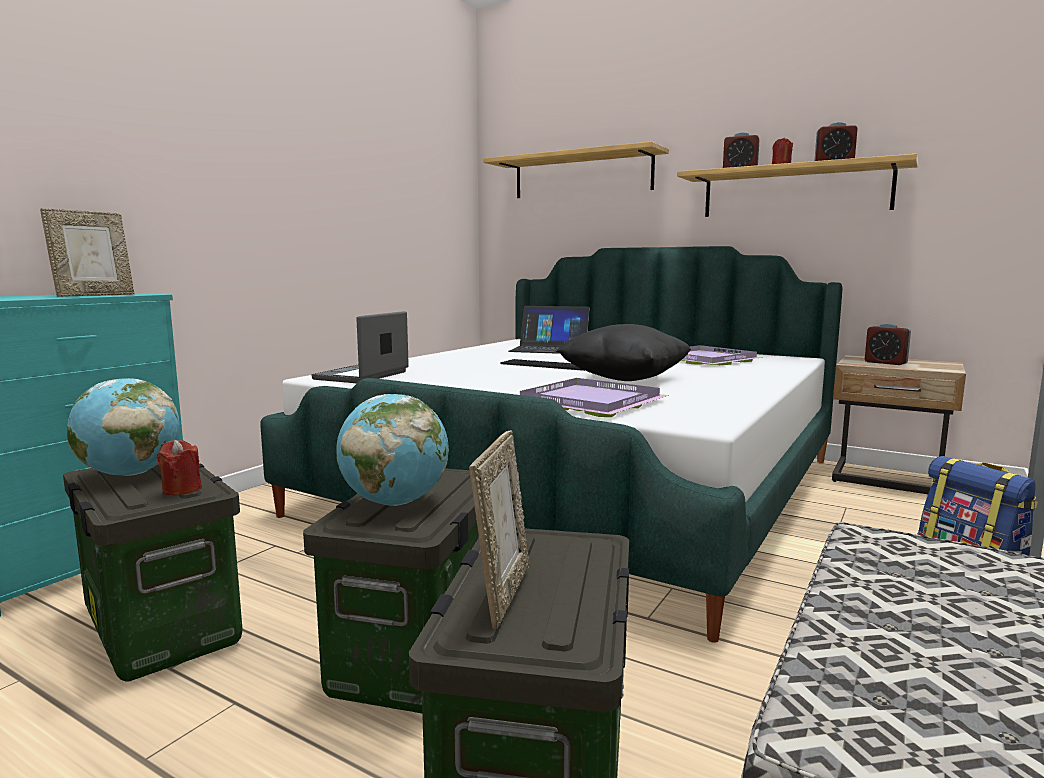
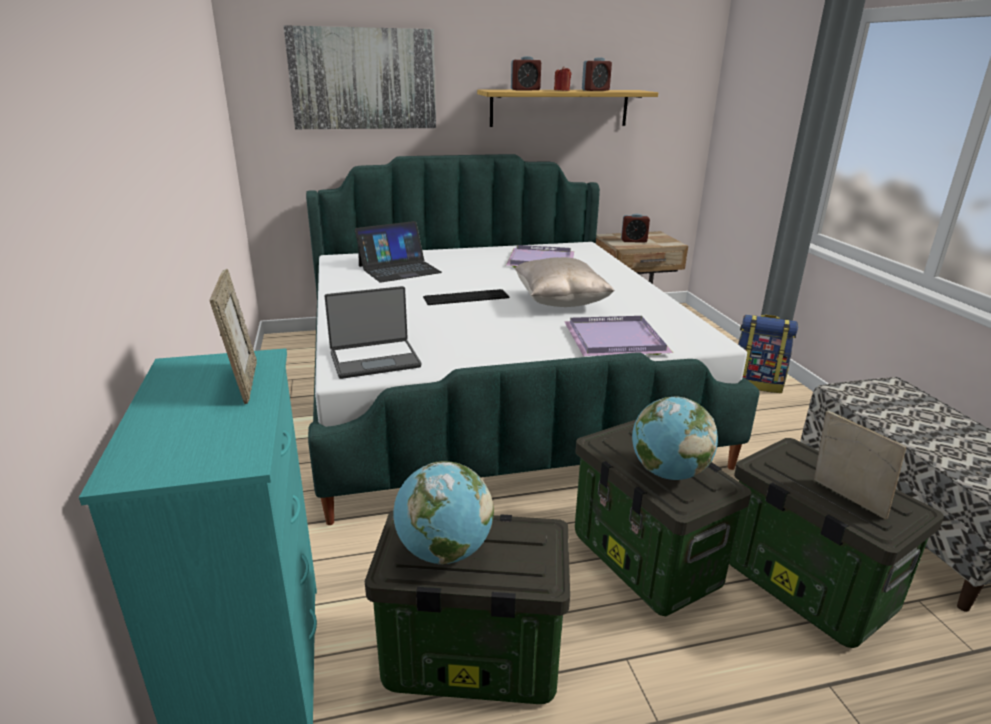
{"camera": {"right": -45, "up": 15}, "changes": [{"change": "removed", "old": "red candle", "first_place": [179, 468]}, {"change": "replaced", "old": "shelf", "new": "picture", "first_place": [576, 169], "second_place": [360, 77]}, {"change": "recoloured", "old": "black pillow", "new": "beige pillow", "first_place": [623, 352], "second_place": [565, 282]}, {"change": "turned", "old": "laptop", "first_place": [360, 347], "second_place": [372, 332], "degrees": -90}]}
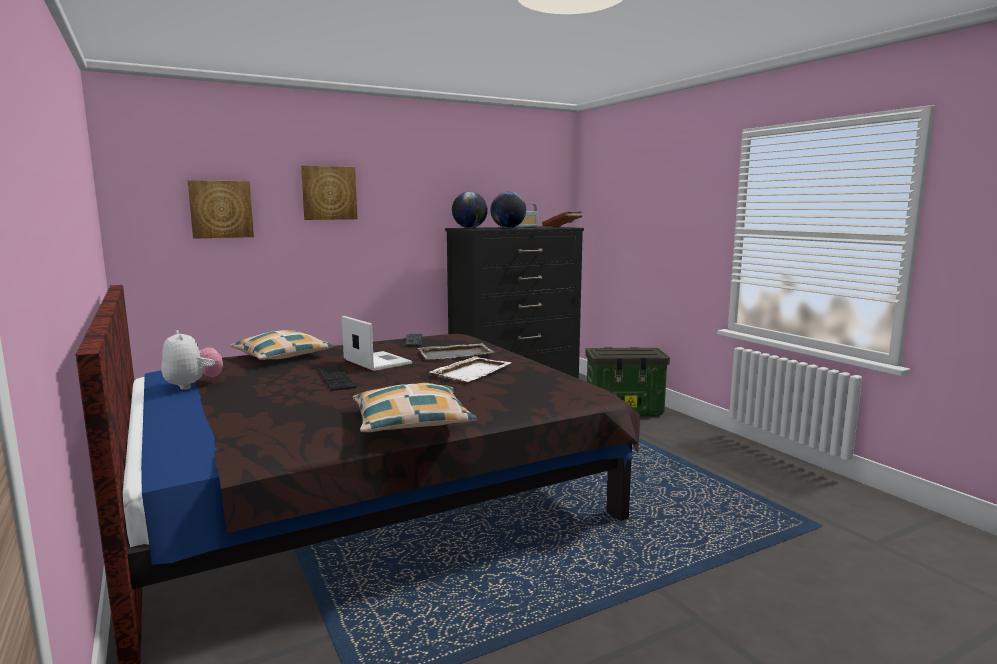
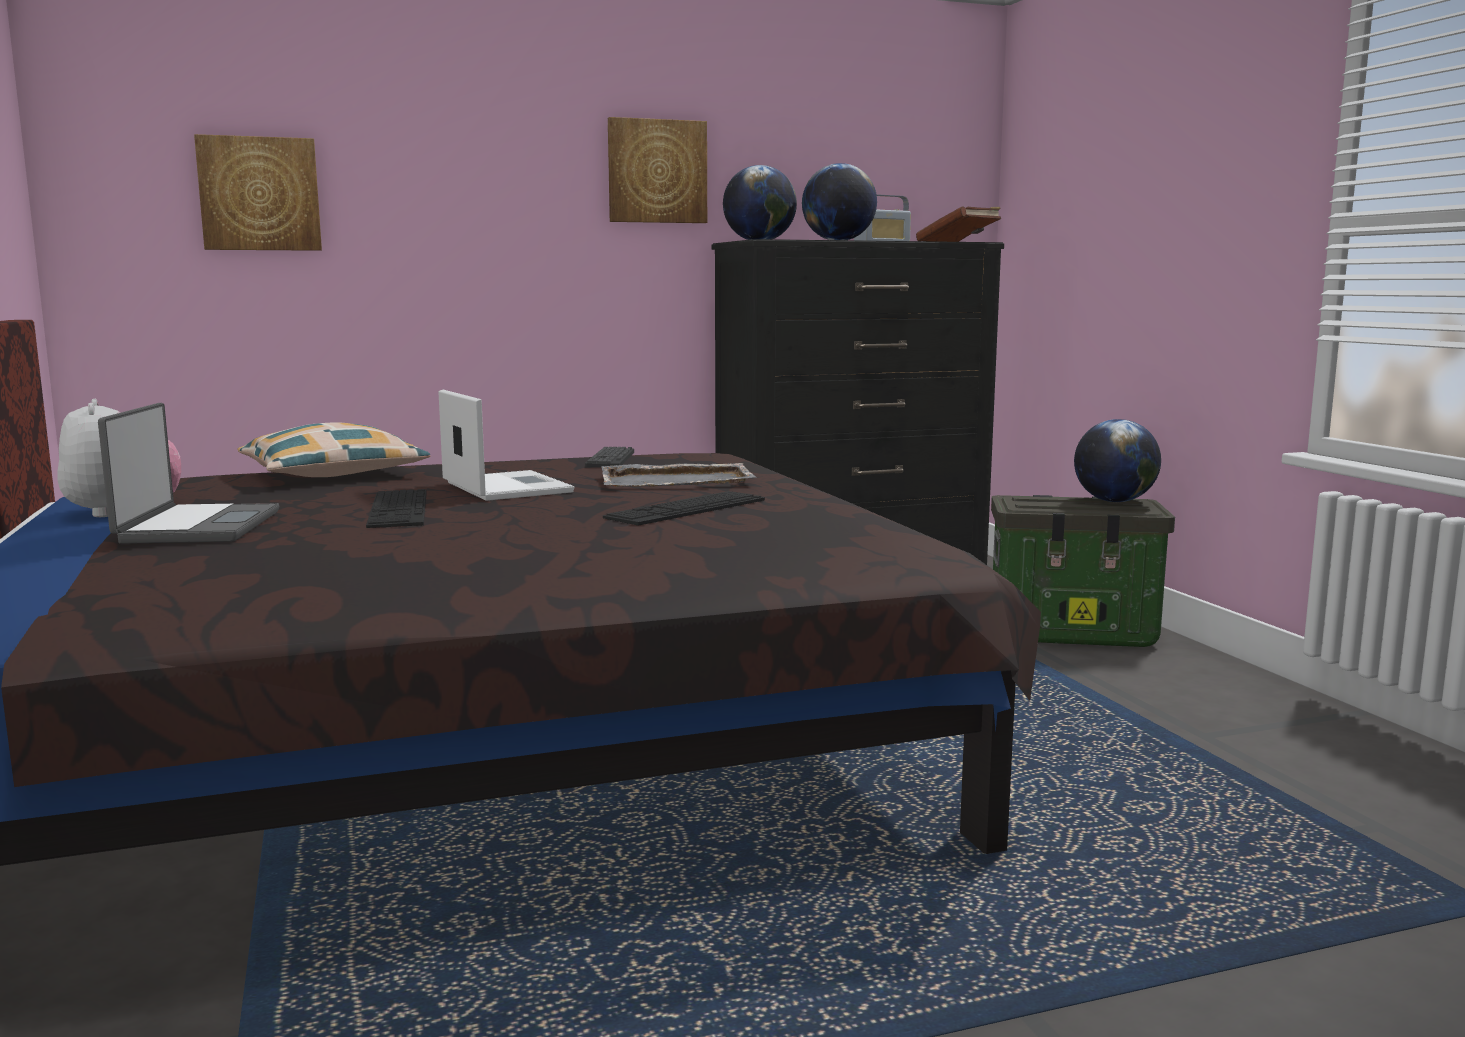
{"camera": {"right": 10, "up": 0}, "changes": [{"change": "removed", "old": "pillow", "first_place": [415, 407]}, {"change": "added", "new": "laptop", "second_place": [188, 473]}, {"change": "added", "new": "globe", "second_place": [1117, 460]}, {"change": "moved", "old": "picture", "first_place": [329, 192], "second_place": [657, 170]}, {"change": "replaced", "old": "white tray", "new": "keyboard", "first_place": [470, 369], "second_place": [684, 508]}]}
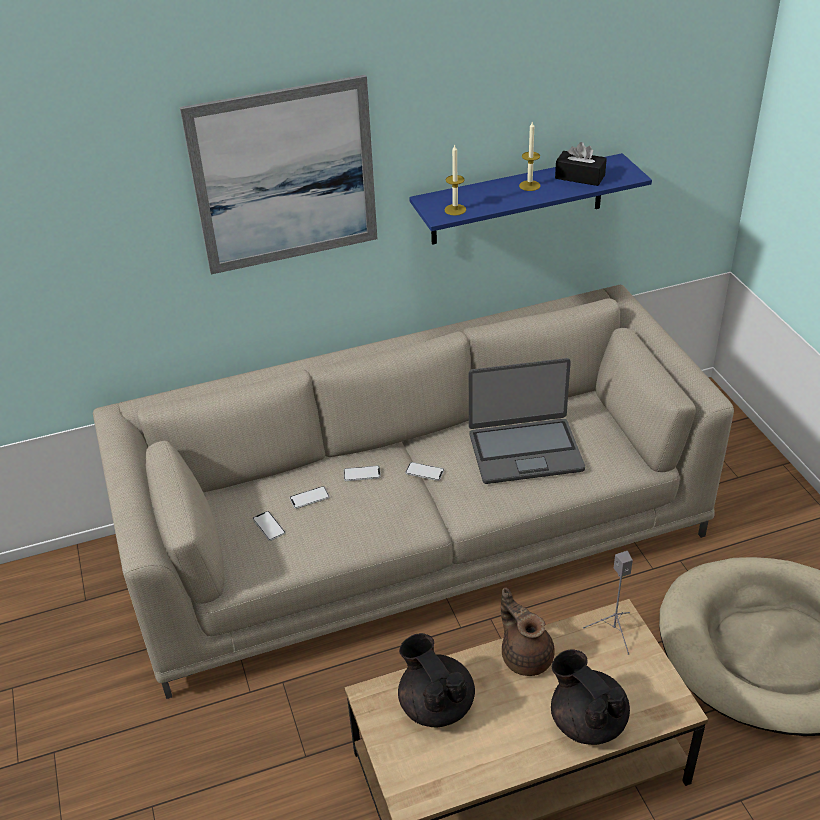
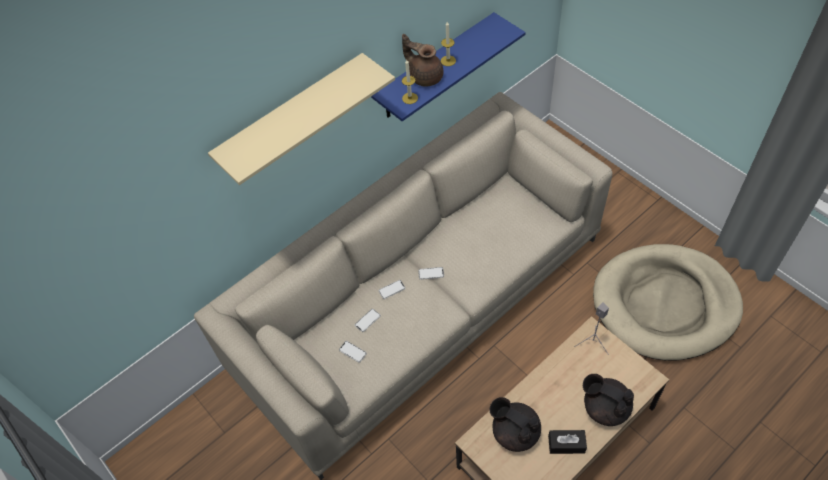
{"camera": {"right": -20, "up": 15}, "changes": [{"change": "removed", "old": "laptop", "first_place": [527, 421]}, {"change": "moved", "old": "brown teapot", "first_place": [528, 632], "second_place": [422, 60]}, {"change": "moved", "old": "black tissue box", "first_place": [581, 164], "second_place": [567, 442]}, {"change": "replaced", "old": "picture", "new": "beige shelf", "first_place": [278, 175], "second_place": [301, 119]}]}
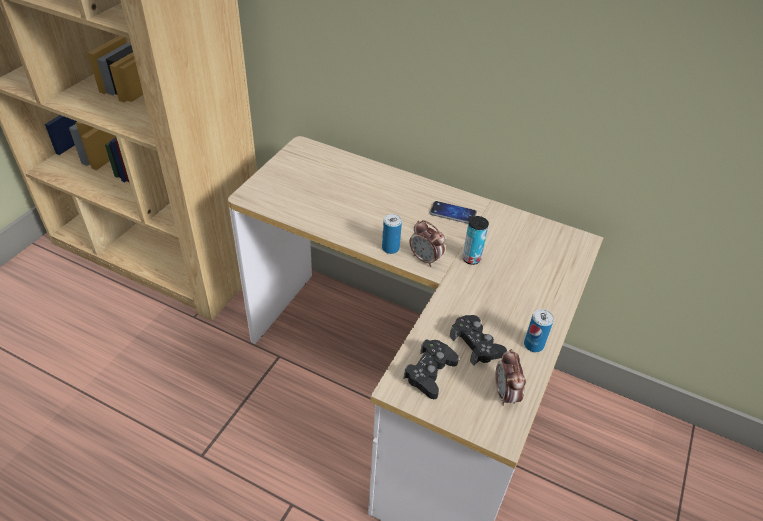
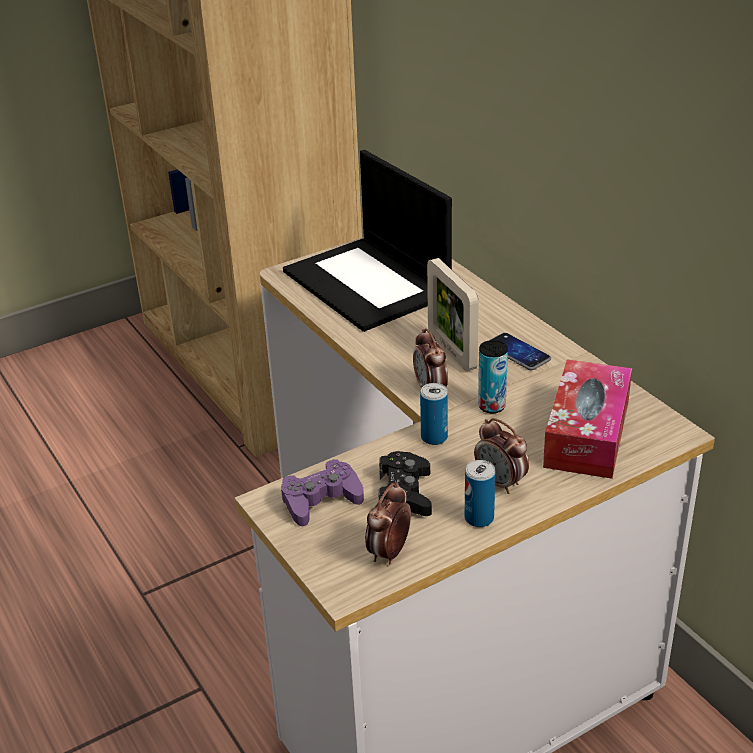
{"camera": {"right": 35, "up": -10}, "changes": [{"change": "added", "new": "laptop", "second_place": [367, 241]}, {"change": "added", "new": "picture frame", "second_place": [453, 314]}, {"change": "added", "new": "alarm clock", "second_place": [501, 456]}, {"change": "added", "new": "tissue box", "second_place": [587, 419]}, {"change": "moved", "old": "can", "first_place": [392, 234], "second_place": [434, 414]}, {"change": "recoloured", "old": "black game controller", "new": "purple game controller", "first_place": [431, 369], "second_place": [322, 492]}]}
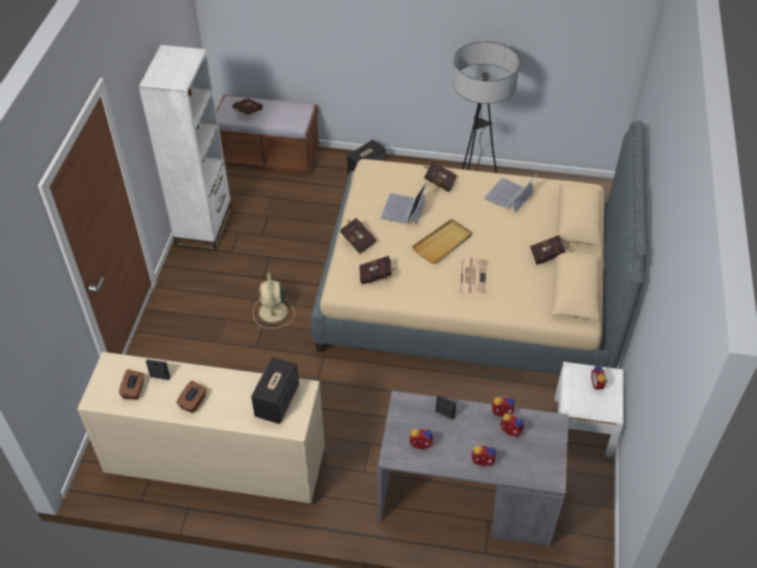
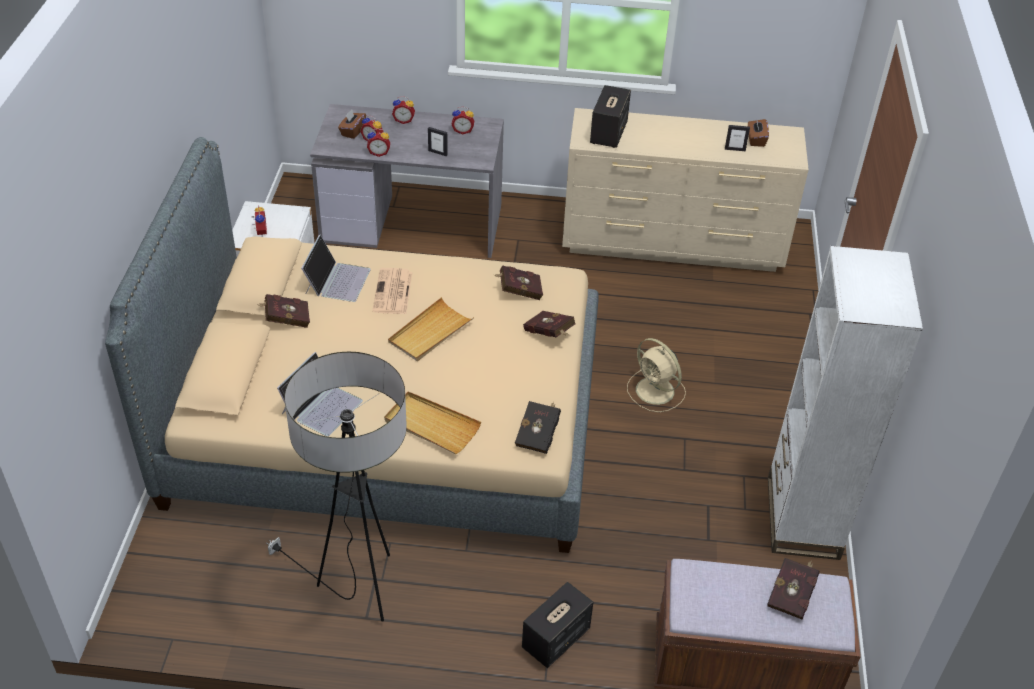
{"camera": {"right": 175, "up": -5}, "changes": [{"change": "added", "new": "black book", "second_place": [538, 427]}, {"change": "moved", "old": "brown tissue box", "first_place": [191, 397], "second_place": [352, 124]}, {"change": "moved", "old": "laptop", "first_place": [404, 204], "second_place": [336, 268]}, {"change": "replaced", "old": "red book", "new": "beige tray", "first_place": [440, 177], "second_place": [432, 422]}, {"change": "turned", "old": "beige fan", "first_place": [274, 300], "second_place": [656, 375], "degrees": 150}]}
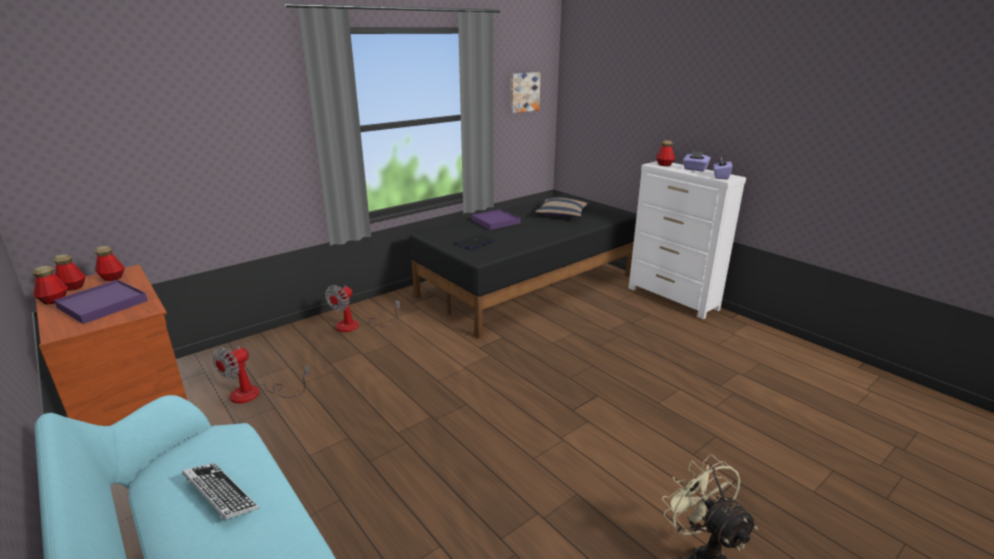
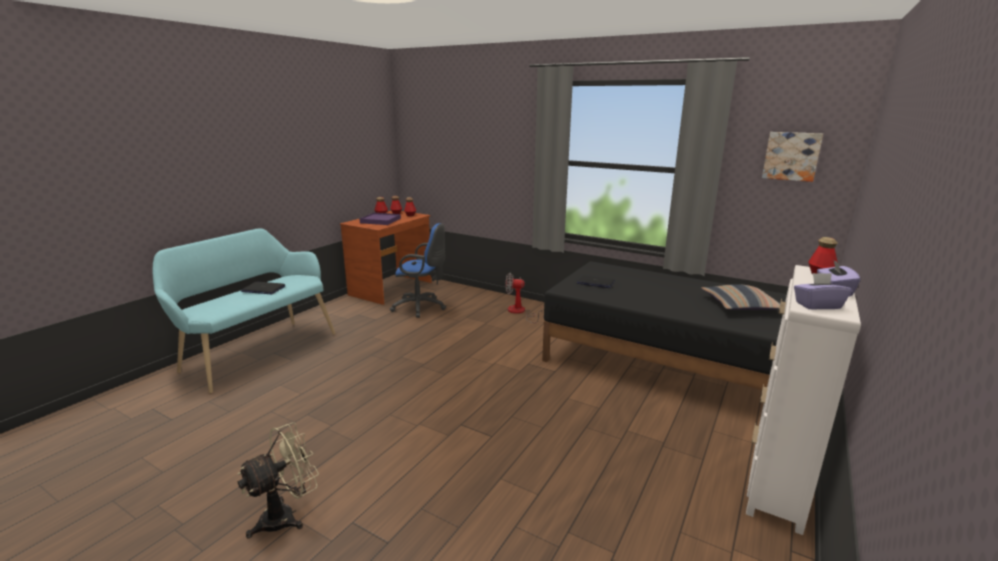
{"camera": {"right": 70, "up": -5}, "changes": [{"change": "removed", "old": "purple tray", "first_place": [496, 219]}, {"change": "replaced", "old": "keyboard", "new": "laptop", "first_place": [220, 491], "second_place": [263, 288]}, {"change": "replaced", "old": "fan", "new": "blue office chair", "first_place": [261, 375], "second_place": [418, 270]}]}
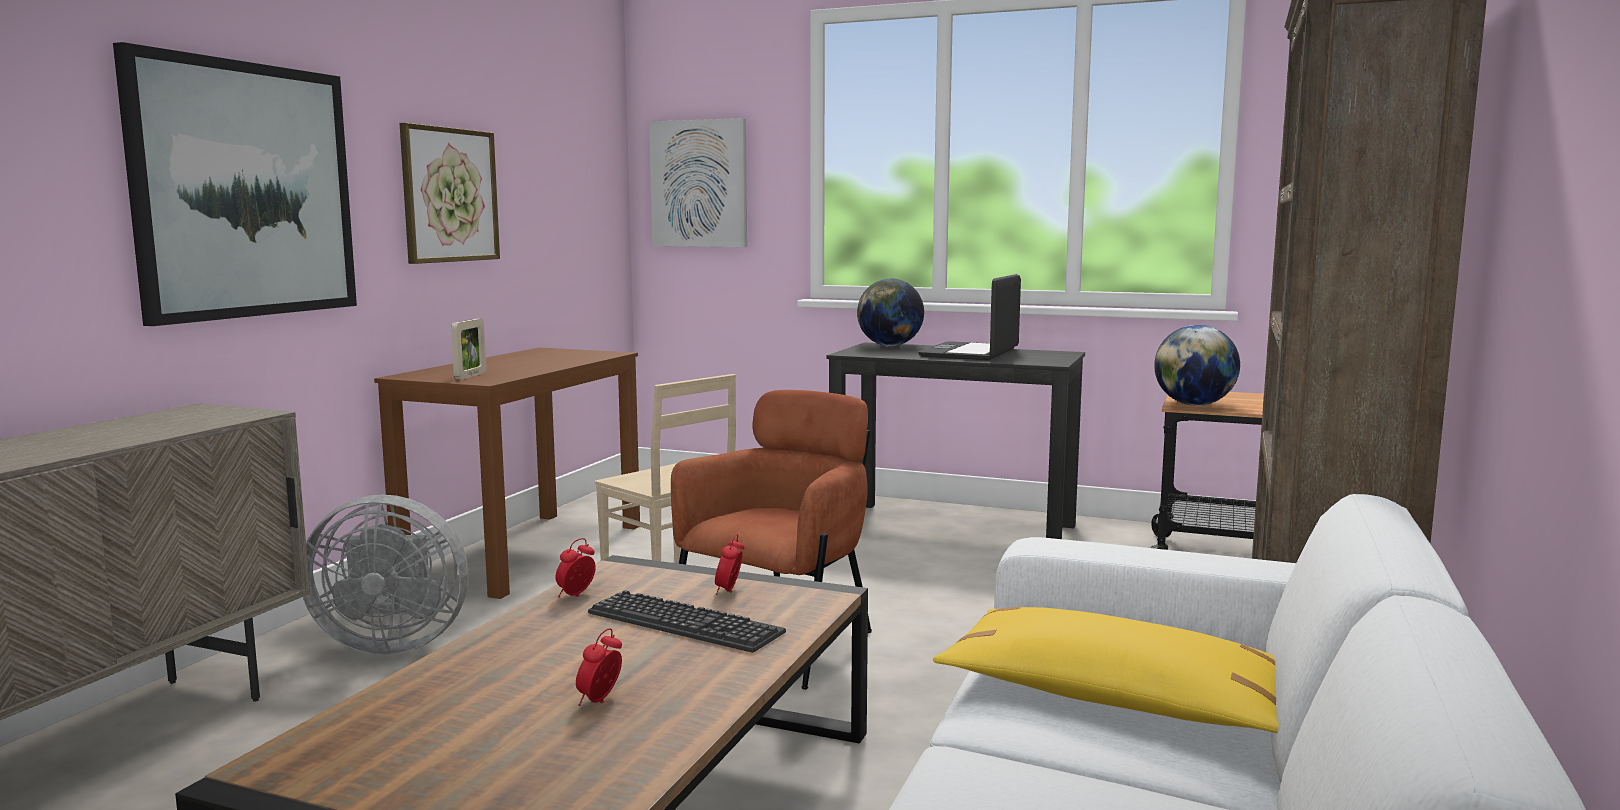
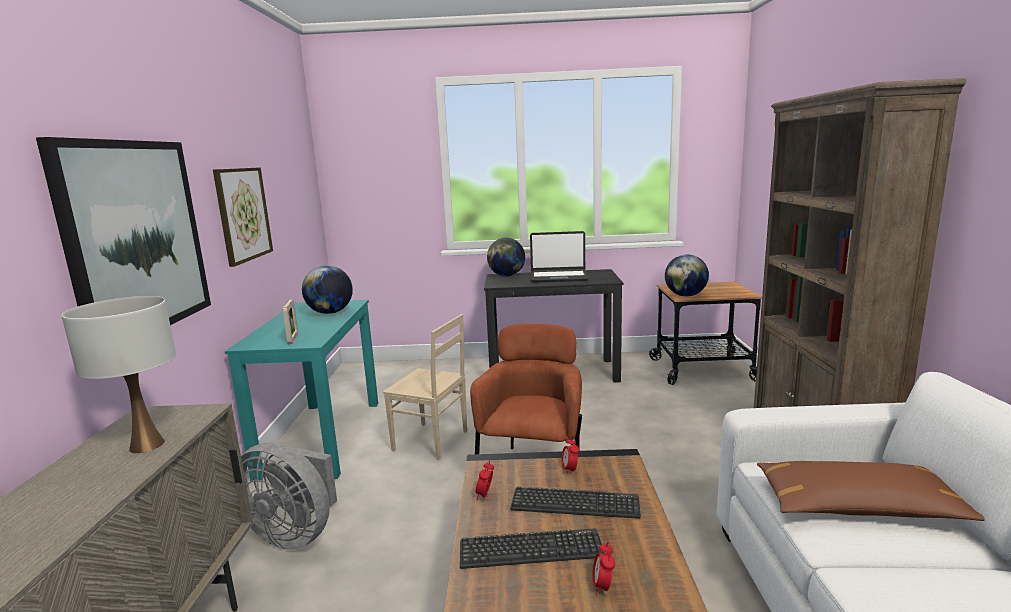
{"camera": {"right": -20, "up": 5}, "changes": [{"change": "removed", "old": "picture", "first_place": [698, 182]}, {"change": "added", "new": "white table lamp", "second_place": [118, 374]}, {"change": "added", "new": "globe", "second_place": [327, 289]}, {"change": "added", "new": "keyboard", "second_place": [532, 548]}, {"change": "recoloured", "old": "brown desk", "new": "turquoise desk", "first_place": [507, 473], "second_place": [301, 391]}, {"change": "recoloured", "old": "yellow pillow", "new": "brown pillow", "first_place": [1106, 670], "second_place": [871, 491]}, {"change": "turned", "old": "grey fan", "first_place": [386, 574], "second_place": [289, 495], "degrees": 45}, {"change": "turned", "old": "laptop", "first_place": [969, 317], "second_place": [559, 257], "degrees": -90}]}
